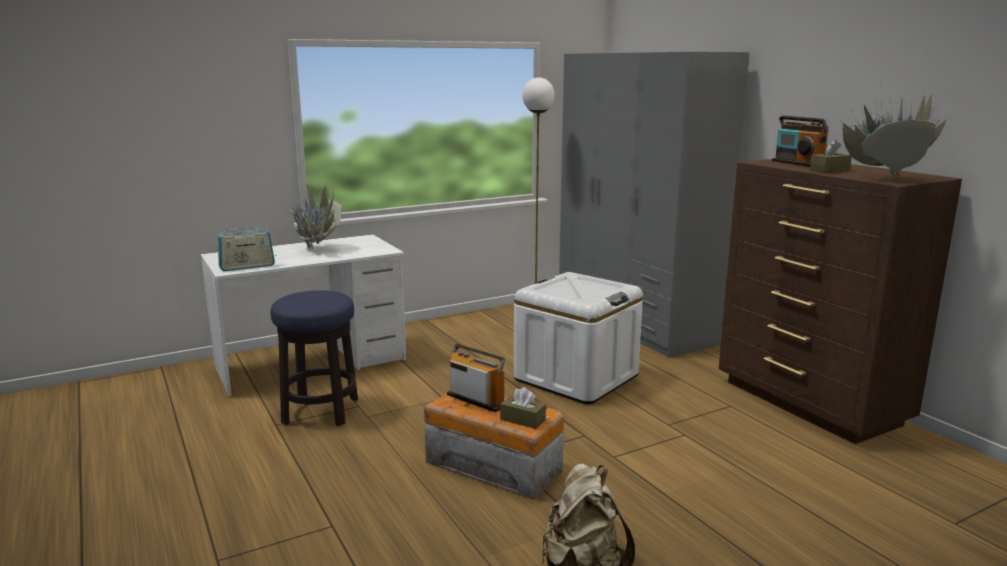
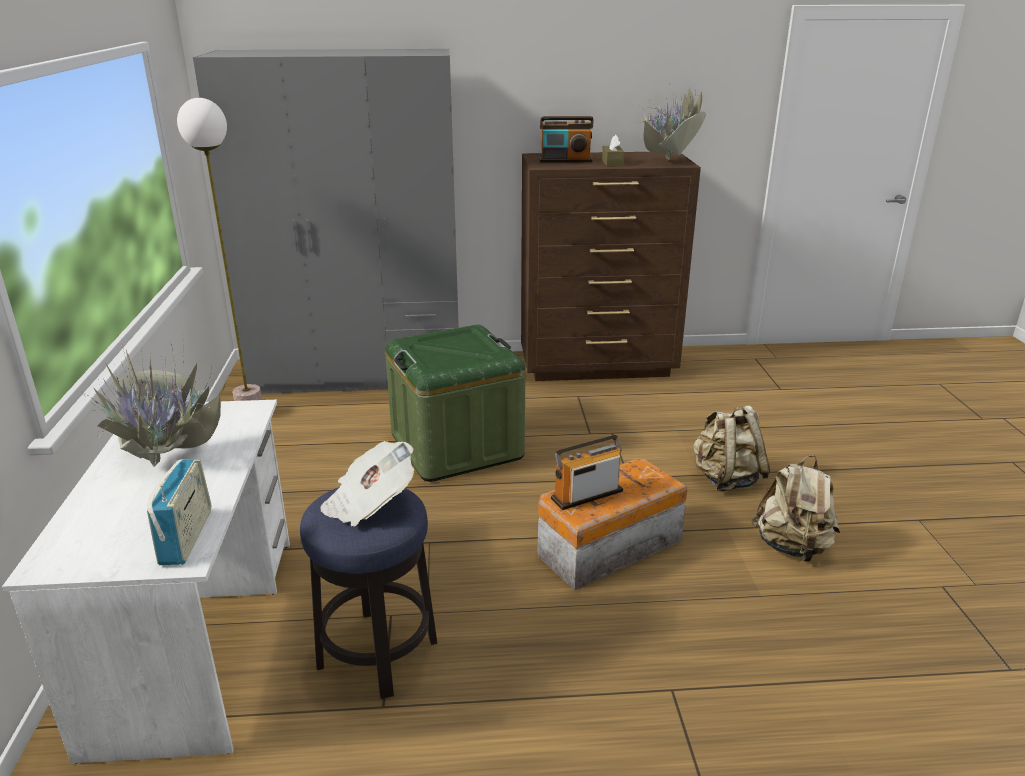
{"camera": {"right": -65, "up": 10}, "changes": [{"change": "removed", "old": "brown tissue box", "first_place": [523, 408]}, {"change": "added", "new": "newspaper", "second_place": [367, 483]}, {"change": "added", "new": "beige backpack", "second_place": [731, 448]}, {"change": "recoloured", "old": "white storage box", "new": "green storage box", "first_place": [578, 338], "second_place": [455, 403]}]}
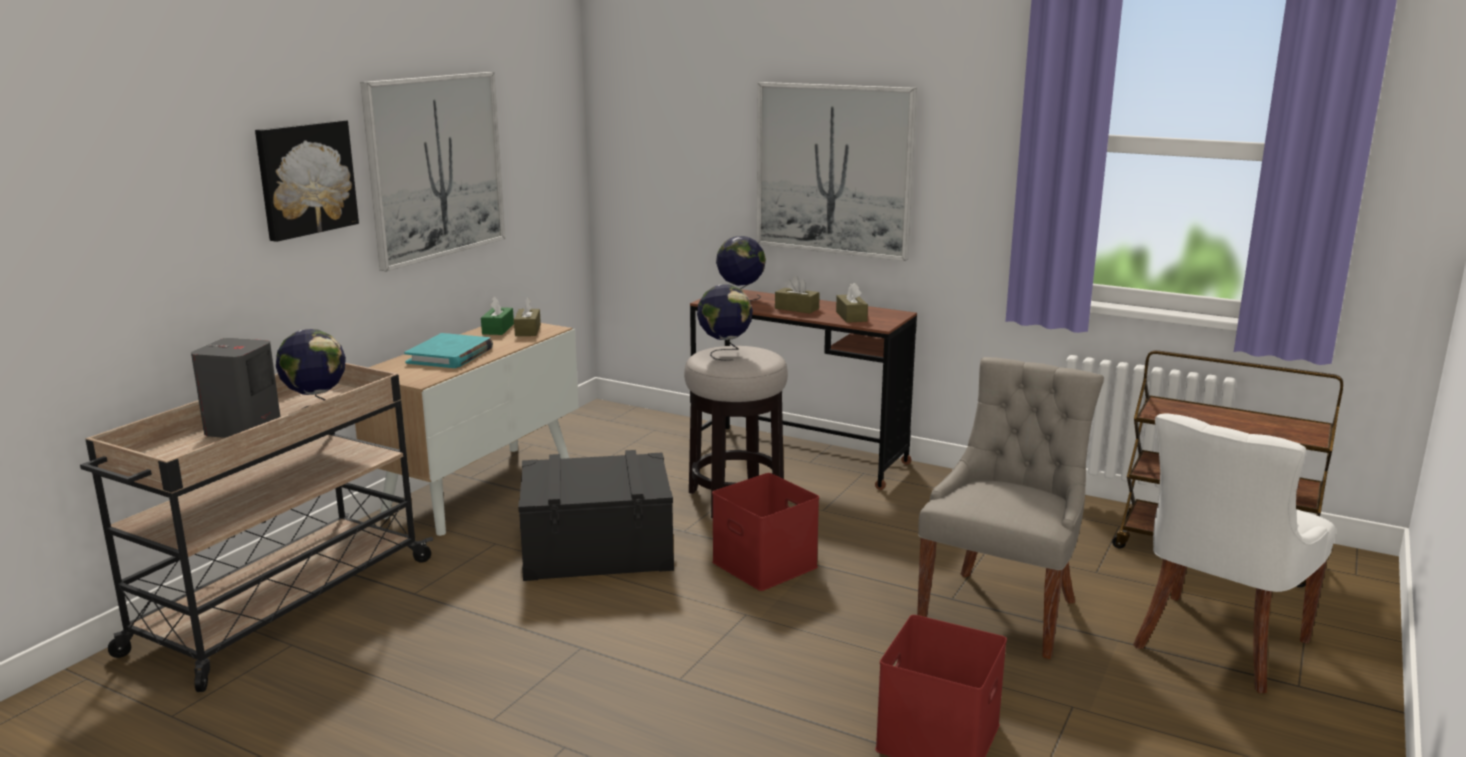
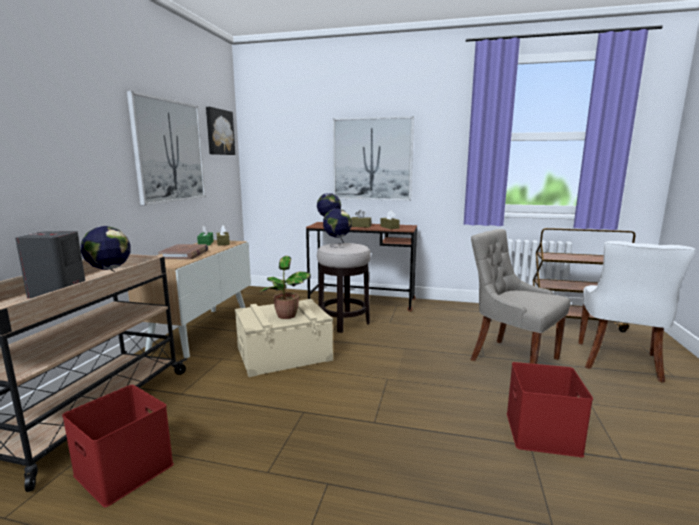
{"camera": {"right": -15, "up": -5}, "changes": [{"change": "added", "new": "potted plant", "second_place": [285, 287]}, {"change": "moved", "old": "picture", "first_place": [307, 181], "second_place": [220, 131]}, {"change": "moved", "old": "red storage box", "first_place": [765, 532], "second_place": [118, 446]}, {"change": "recoloured", "old": "turquoise book", "new": "brown book", "first_place": [448, 350], "second_place": [183, 251]}, {"change": "recoloured", "old": "black storage box", "new": "beige storage box", "first_place": [596, 515], "second_place": [284, 338]}, {"change": "turned", "old": "grey chair", "first_place": [1010, 508], "second_place": [521, 296], "degrees": -60}]}
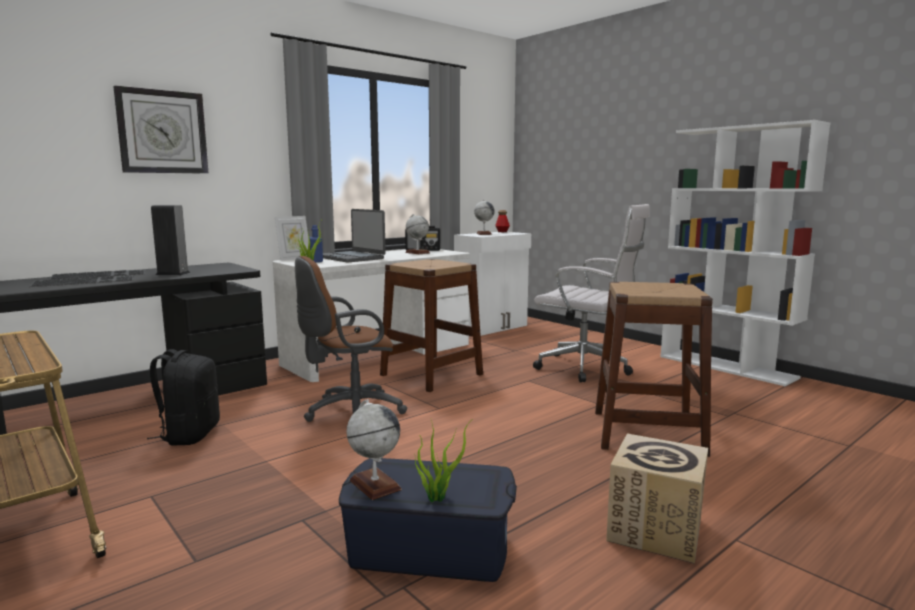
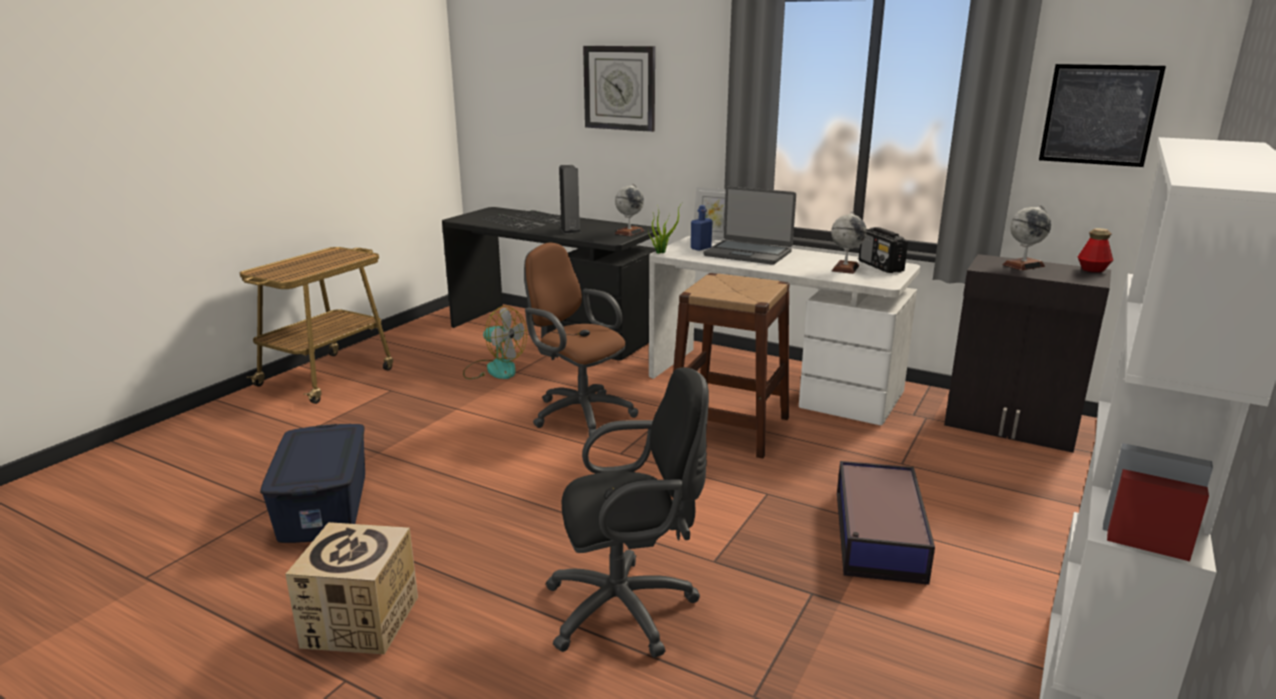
{"camera": {"right": 70, "up": 10}, "changes": [{"change": "removed", "old": "potted plant", "first_place": [444, 460]}, {"change": "added", "new": "picture", "second_place": [1102, 115]}, {"change": "moved", "old": "globe", "first_place": [374, 449], "second_place": [629, 210]}, {"change": "replaced", "old": "black backpack", "new": "fan", "first_place": [183, 397], "second_place": [495, 342]}, {"change": "replaced", "old": "white office chair", "new": "storage box", "first_place": [591, 293], "second_place": [886, 523]}, {"change": "replaced", "old": "brown stool", "new": "black office chair", "first_place": [654, 369], "second_place": [627, 512]}, {"change": "recoloured", "old": "white cabinet", "new": "black cabinet", "first_place": [492, 284], "second_place": [1027, 353]}, {"change": "turned", "old": "laptop", "first_place": [354, 236], "second_place": [749, 225], "degrees": -90}]}
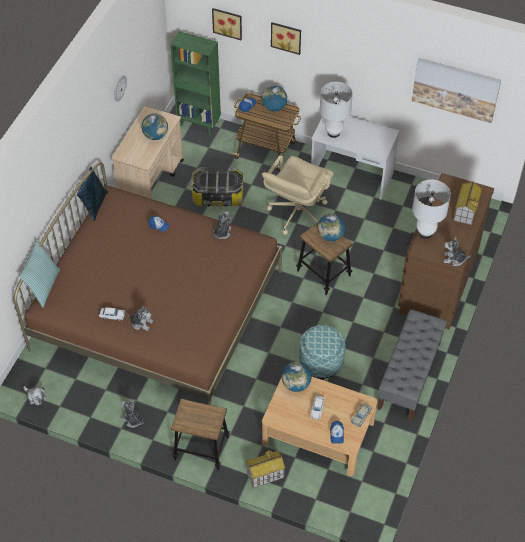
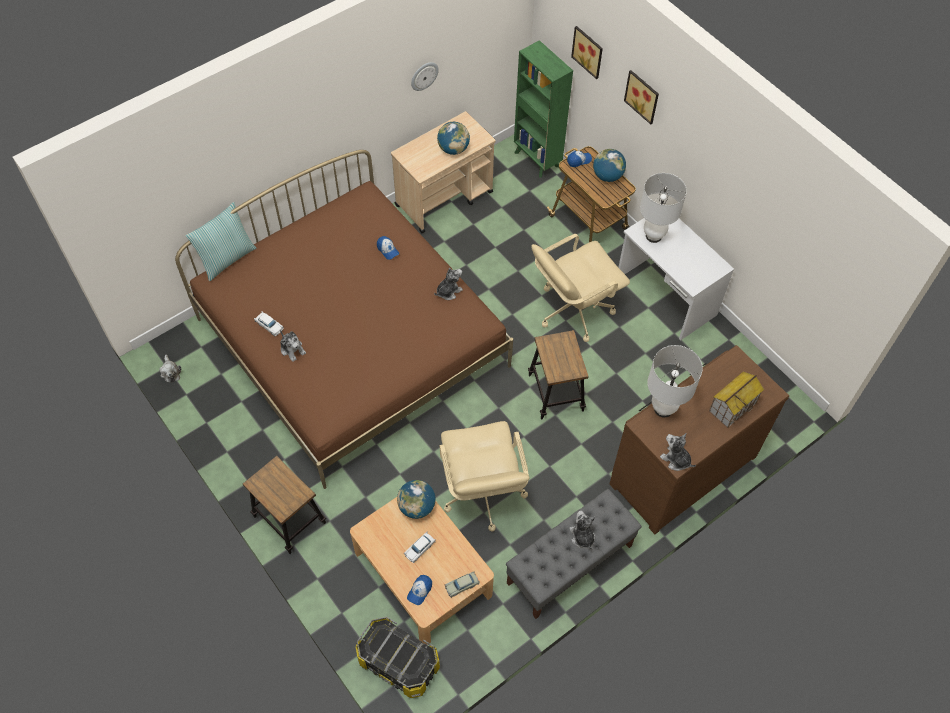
{"camera": {"right": 30, "up": 5}, "changes": [{"change": "removed", "old": "blue pillow", "first_place": [92, 194]}, {"change": "removed", "old": "toy house", "first_place": [265, 468]}, {"change": "removed", "old": "globe", "first_place": [331, 227]}, {"change": "removed", "old": "picture", "first_place": [456, 90]}, {"change": "moved", "old": "plush toy", "first_place": [132, 413], "second_place": [583, 530]}, {"change": "moved", "old": "storage box", "first_place": [217, 187], "second_place": [397, 657]}, {"change": "replaced", "old": "ottoman", "new": "beige office chair", "first_place": [322, 352], "second_place": [485, 476]}]}
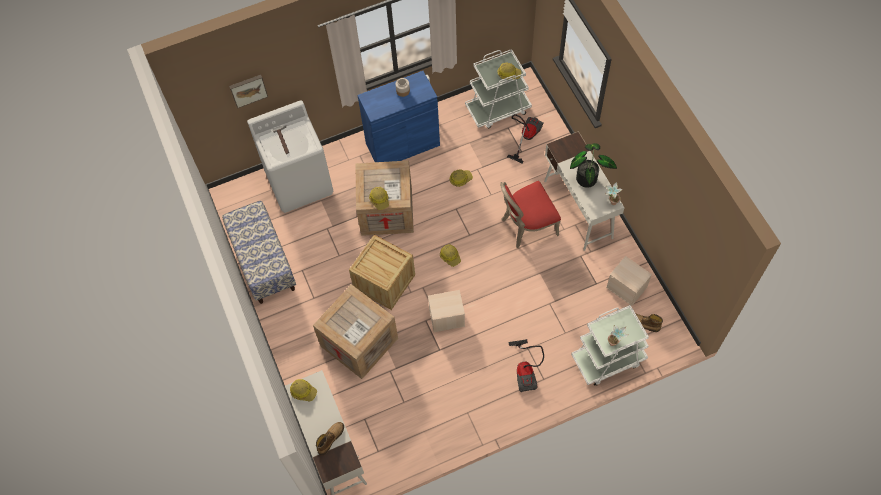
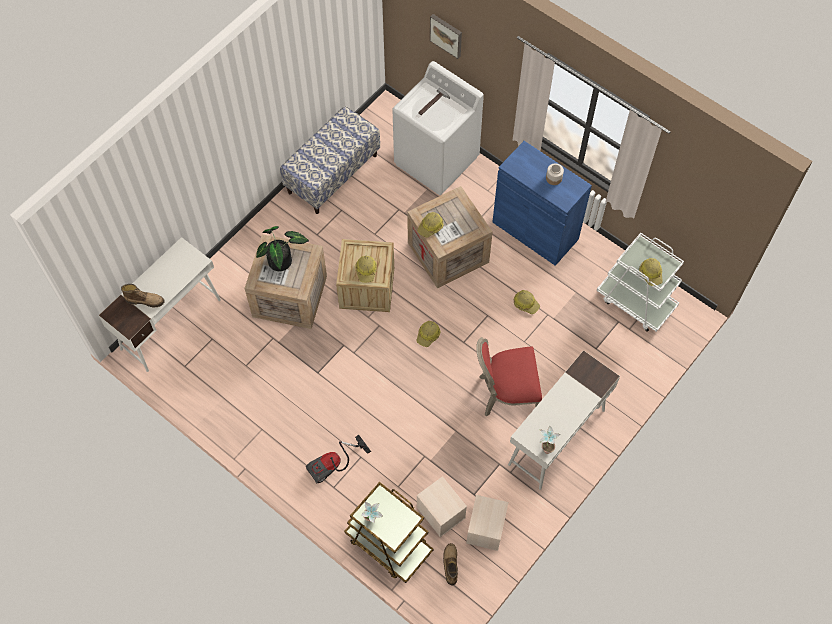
{"camera": {"right": 60, "up": 0}, "changes": [{"change": "removed", "old": "vacuum cleaner", "first_place": [525, 139]}, {"change": "moved", "old": "hard hat", "first_place": [303, 390], "second_place": [366, 269]}, {"change": "moved", "old": "beige storage box", "first_place": [446, 311], "second_place": [442, 506]}, {"change": "moved", "old": "potted plant", "first_place": [593, 165], "second_place": [282, 248]}, {"change": "recoloured", "old": "white cart", "new": "brown cart", "first_place": [610, 345], "second_place": [389, 532]}, {"change": "turned", "old": "red chair", "first_place": [530, 214], "second_place": [509, 377], "degrees": -45}]}
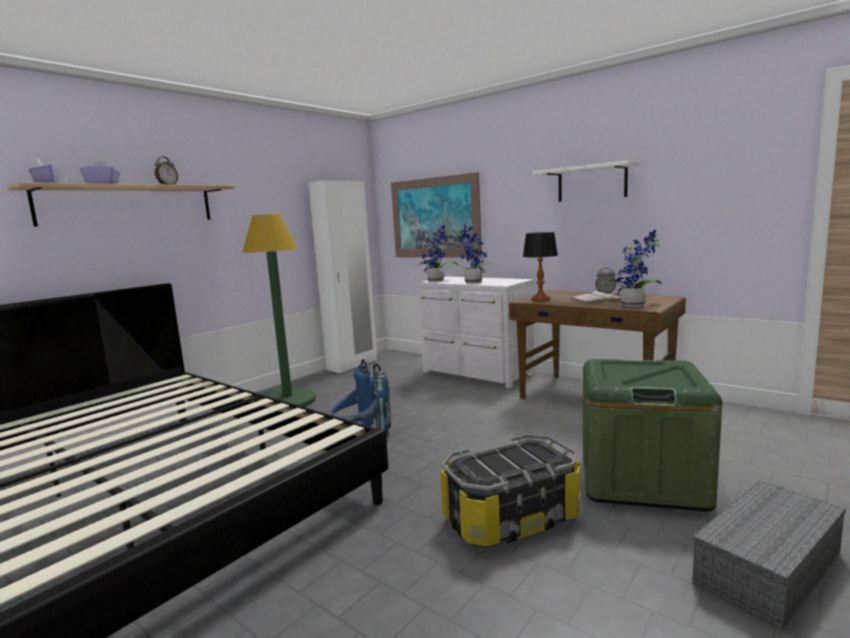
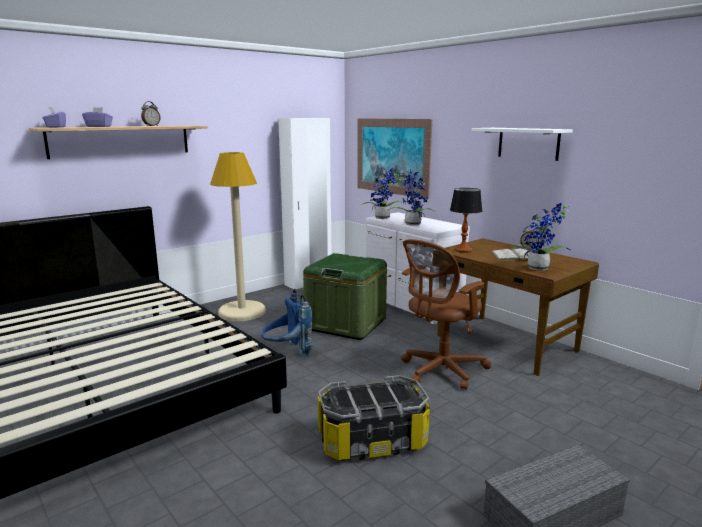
{"camera": {"right": 10, "up": 5}, "changes": [{"change": "added", "new": "brown office chair", "second_place": [446, 314]}, {"change": "moved", "old": "green storage box", "first_place": [652, 435], "second_place": [345, 296]}, {"change": "recoloured", "old": "green floor lamp", "new": "beige floor lamp", "first_place": [279, 310], "second_place": [238, 236]}]}
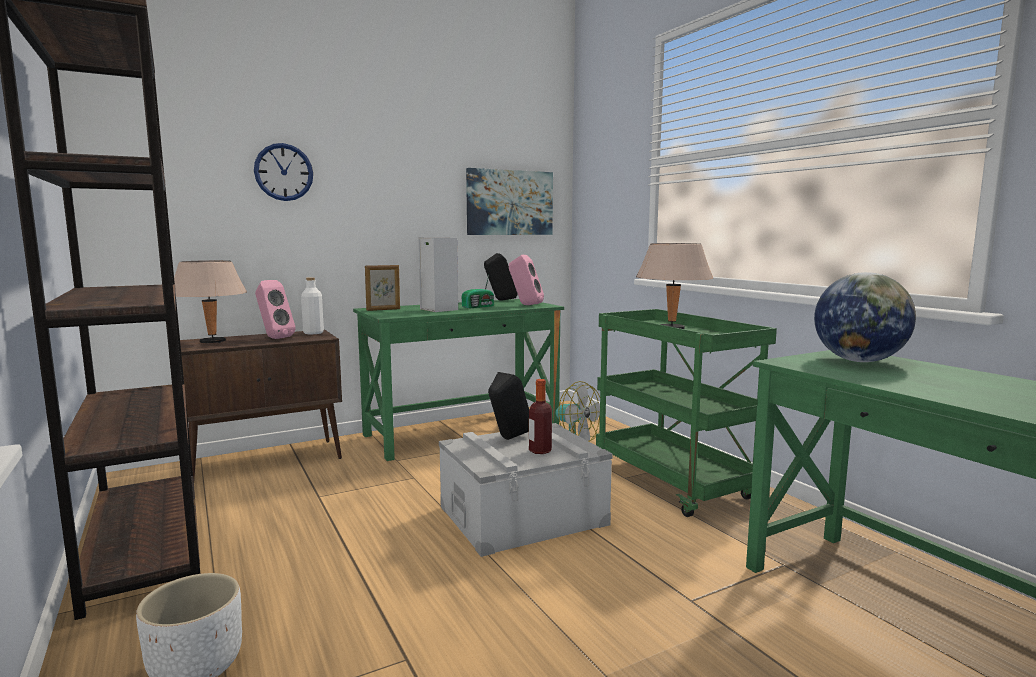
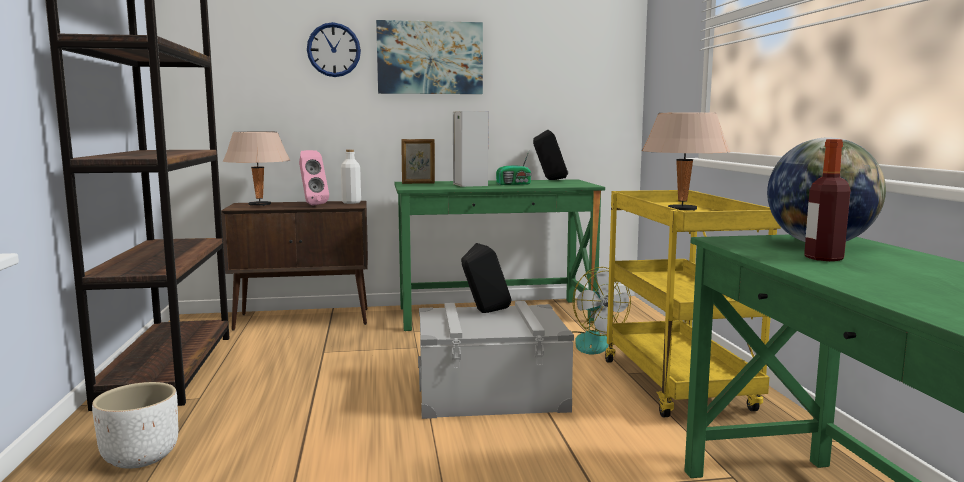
{"camera": {"right": 20, "up": 0}, "changes": [{"change": "removed", "old": "pink speaker", "first_place": [526, 280]}, {"change": "moved", "old": "picture", "first_place": [509, 201], "second_place": [429, 57]}, {"change": "moved", "old": "bottle", "first_place": [540, 416], "second_place": [827, 200]}, {"change": "recoloured", "old": "green cart", "new": "yellow cart", "first_place": [686, 413], "second_place": [693, 303]}]}
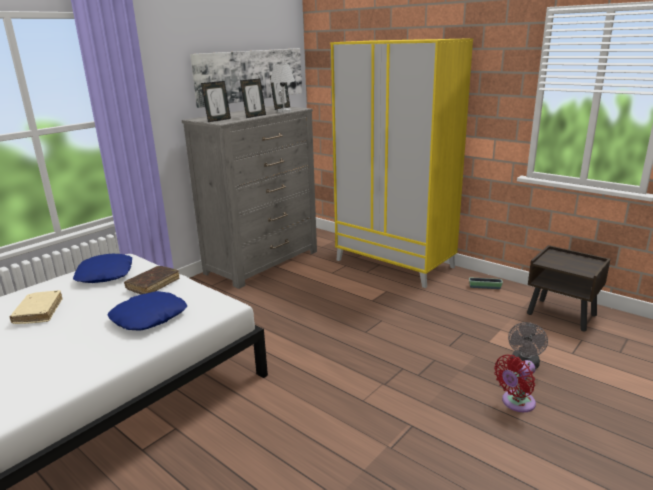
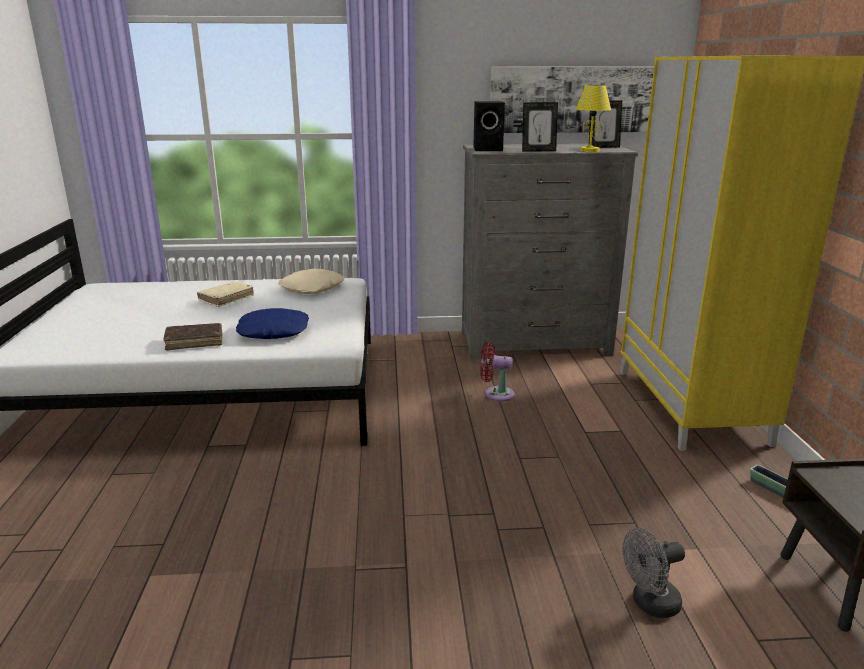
{"camera": {"right": 45, "up": 0}, "changes": [{"change": "moved", "old": "brown book", "first_place": [152, 280], "second_place": [192, 337]}, {"change": "moved", "old": "red fan", "first_place": [515, 383], "second_place": [497, 372]}, {"change": "replaced", "old": "picture frame", "new": "black speaker", "first_place": [216, 101], "second_place": [489, 126]}, {"change": "recoloured", "old": "blue pillow", "new": "beige pillow", "first_place": [102, 268], "second_place": [311, 281]}, {"change": "recoloured", "old": "white table lamp", "new": "yellow table lamp", "first_place": [282, 88], "second_place": [593, 118]}]}
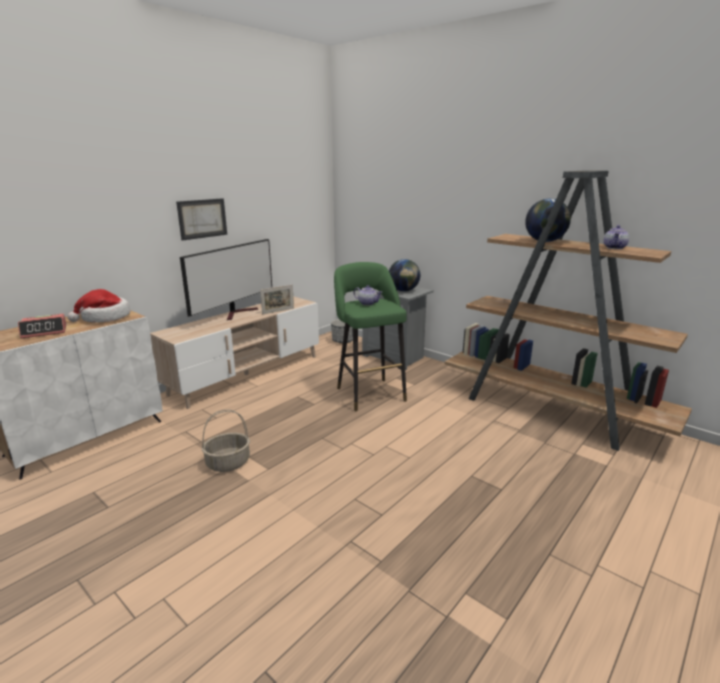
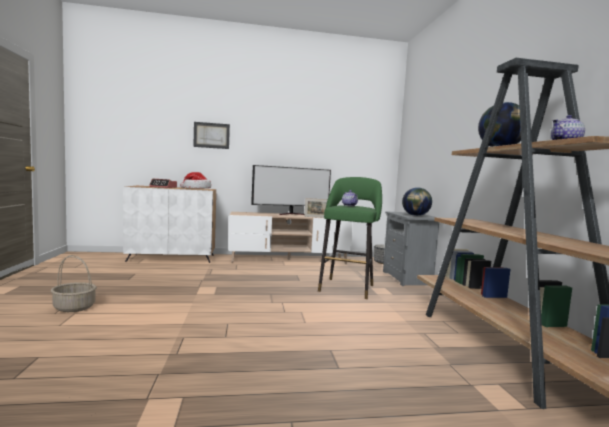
{"camera": {"right": 40, "up": -15}, "changes": [{"change": "moved", "old": "picture", "first_place": [201, 219], "second_place": [211, 135]}, {"change": "moved", "old": "basket", "first_place": [226, 440], "second_place": [74, 283]}]}
